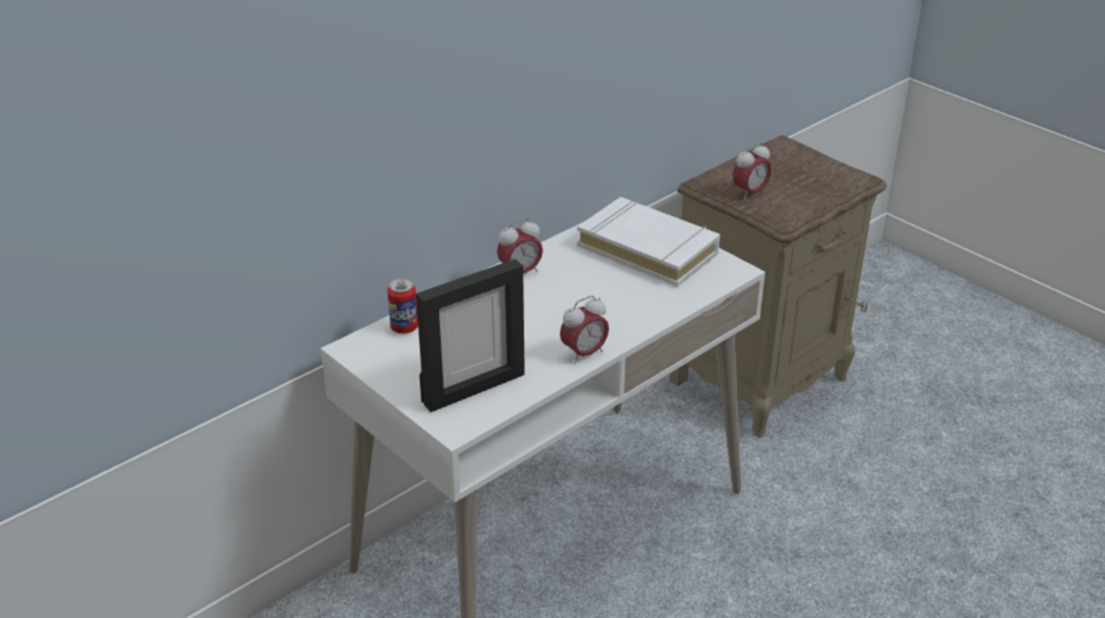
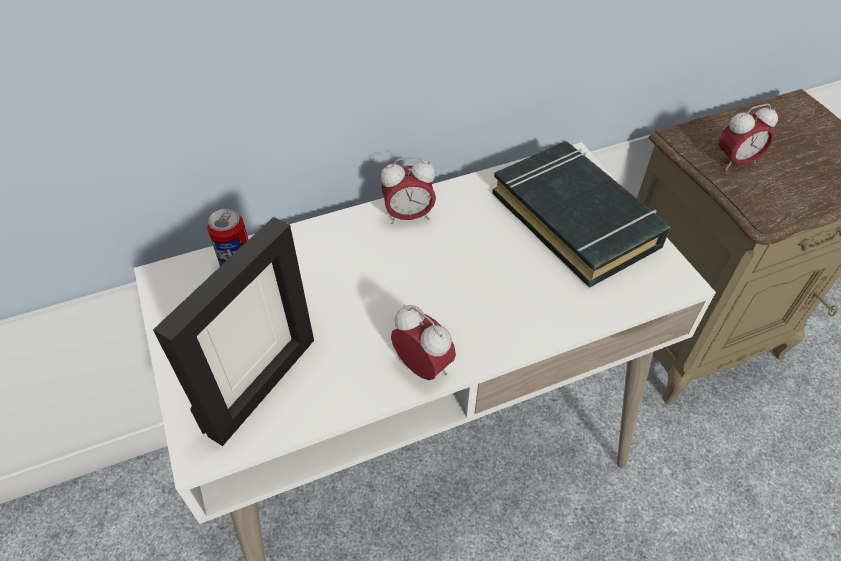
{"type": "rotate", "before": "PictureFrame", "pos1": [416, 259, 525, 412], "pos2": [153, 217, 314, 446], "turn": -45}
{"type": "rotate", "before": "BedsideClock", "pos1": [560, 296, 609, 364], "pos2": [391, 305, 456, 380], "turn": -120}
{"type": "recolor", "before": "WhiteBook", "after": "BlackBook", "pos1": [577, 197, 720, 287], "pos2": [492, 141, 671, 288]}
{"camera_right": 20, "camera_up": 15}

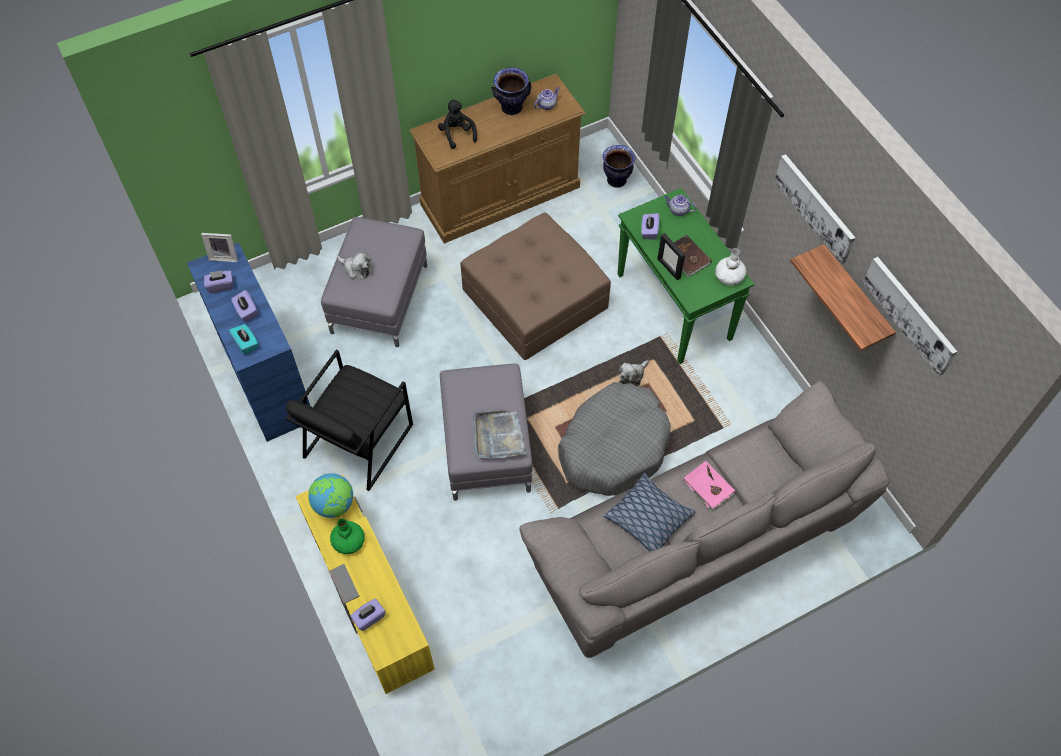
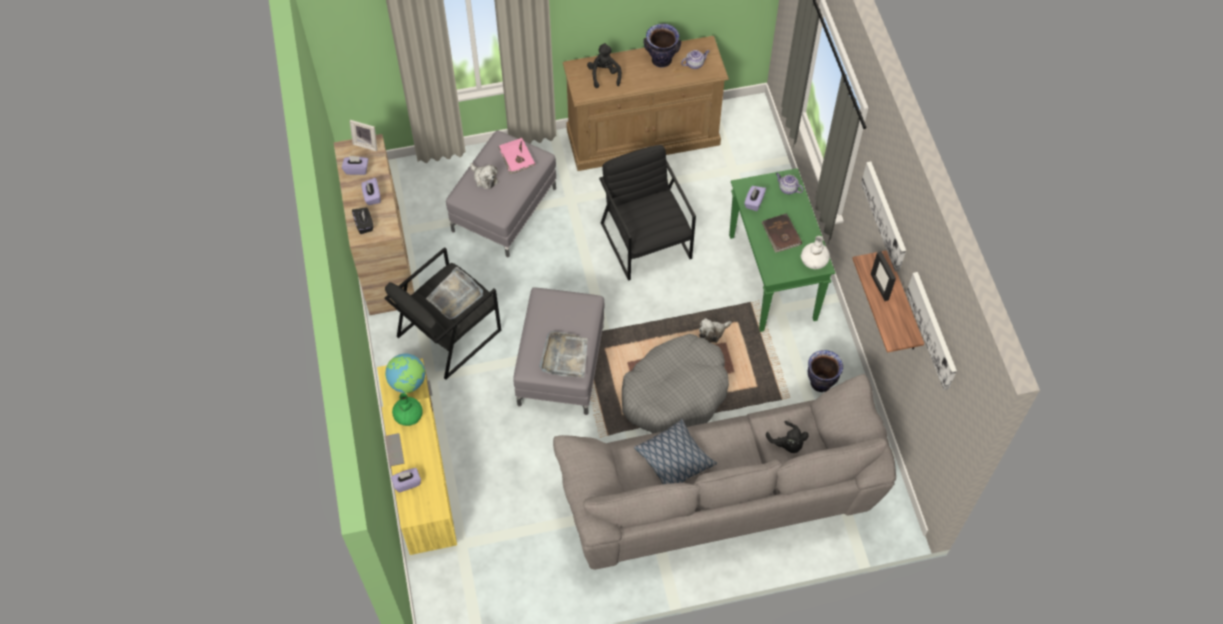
{"type": "recolor", "before": "BluishBookshelf", "after": "BrownColouredBookshelf", "pos1": [187, 242, 310, 442], "pos2": [333, 134, 414, 315]}
{"type": "recolor", "before": "TurquoiseColouredBoxOfTissues", "after": "BlackBoxOfTissues", "pos1": [229, 324, 258, 355], "pos2": [352, 208, 374, 234]}
{"type": "insert", "after": "GrayCarryingTray", "pos2": [426, 267, 483, 319]}
{"type": "move", "before": "PinkishBook", "pos1": [683, 461, 735, 512], "pos2": [498, 138, 535, 174]}
{"type": "replace", "before": "BrownColouredFootrest", "after": "BlackEasyChair", "pos1": [460, 212, 611, 360], "pos2": [599, 145, 696, 281]}
{"type": "insert", "after": "BlackSoftToy", "pos2": [766, 421, 809, 453]}
{"type": "move", "before": "Vase", "pos1": [603, 145, 635, 188], "pos2": [808, 350, 843, 392]}
{"type": "move", "before": "PictureFrame", "pos1": [657, 233, 685, 281], "pos2": [871, 251, 896, 301]}
{"camera_right": 15, "camera_up": 0}

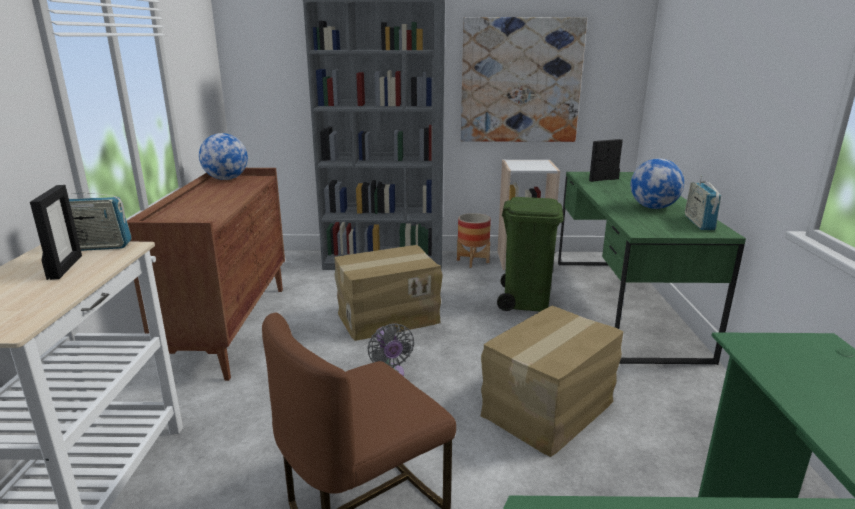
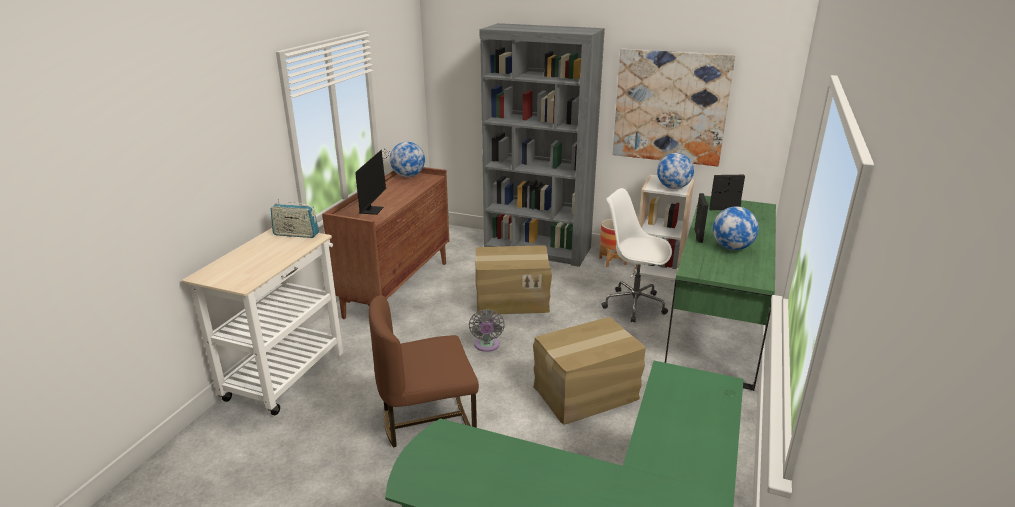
{"type": "insert", "after": "ComputerDisplay", "pos2": [355, 149, 390, 215]}
{"type": "replace", "before": "GreenRubbishBin", "after": "WhiteOfficeChair", "pos1": [497, 197, 564, 311], "pos2": [601, 188, 672, 323]}
{"type": "insert", "after": "WorldGlobe", "pos2": [657, 153, 694, 189]}
{"type": "move", "before": "PictureFrame", "pos1": [30, 185, 82, 280], "pos2": [694, 193, 708, 243]}
{"type": "delete", "before": "RadioReceiver", "pos1": [685, 175, 721, 230]}
{"camera_right": 20, "camera_up": 5}

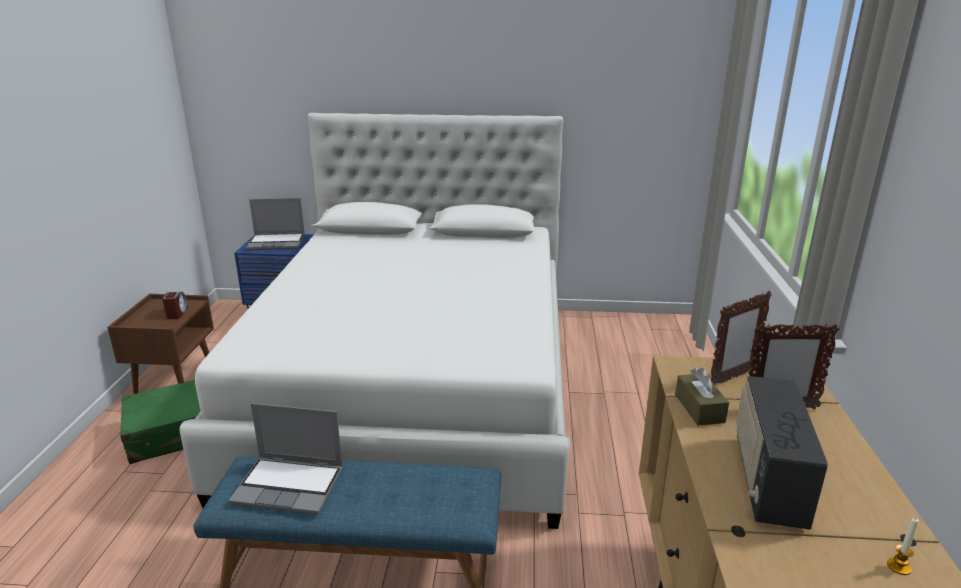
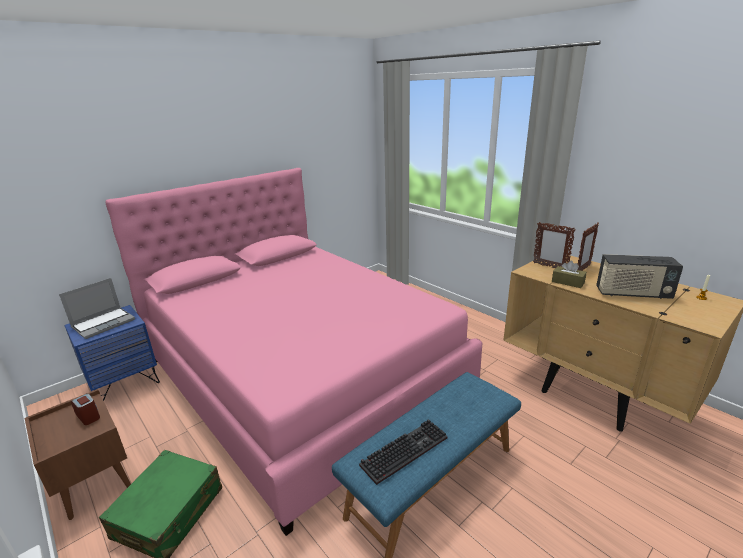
{"type": "recolor", "before": "WhiteBed", "after": "PinkishBed", "pos1": [180, 113, 570, 529], "pos2": [105, 168, 483, 536]}
{"type": "replace", "before": "PortableComputer", "after": "PcKeyboard", "pos1": [228, 403, 343, 515], "pos2": [359, 419, 447, 485]}
{"type": "rotate", "before": "PictureFrame", "pos1": [711, 291, 772, 385], "pos2": [533, 222, 575, 268], "turn": 120}
{"type": "rotate", "before": "RadioReceiver", "pos1": [736, 376, 828, 530], "pos2": [596, 254, 683, 299], "turn": -45}
{"camera_right": -45, "camera_up": 0}

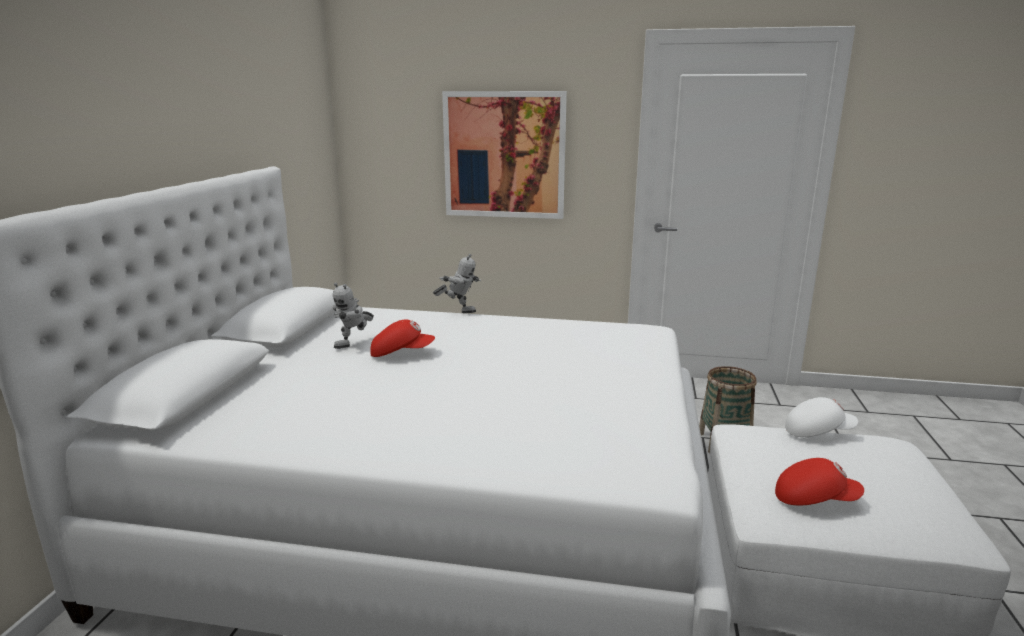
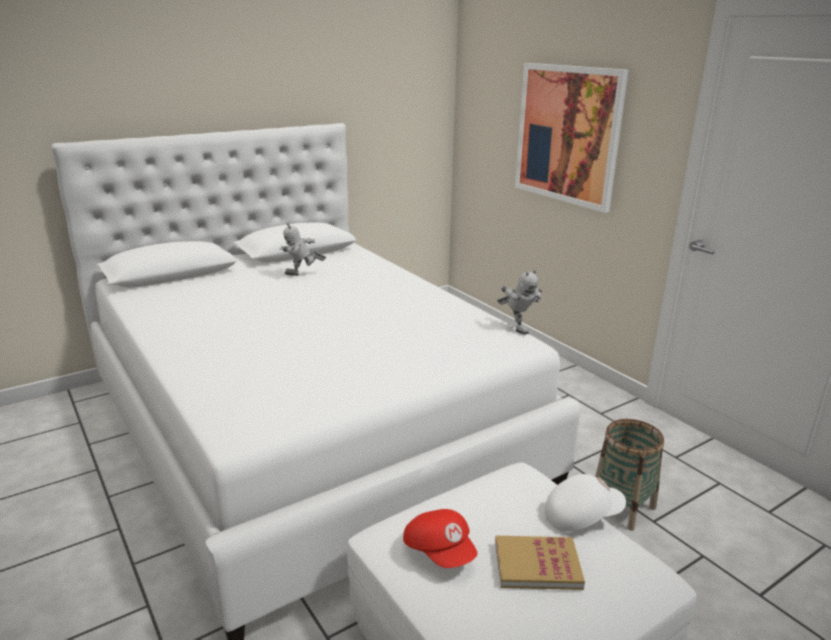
{"type": "insert", "after": "Book", "pos2": [495, 536, 585, 590]}
{"type": "move", "before": "ModelRobot", "pos1": [433, 254, 481, 313], "pos2": [497, 269, 542, 334]}
{"type": "rotate", "before": "WhiteCap", "pos1": [785, 397, 858, 437], "pos2": [545, 474, 626, 531], "turn": -60}
{"type": "delete", "before": "RedColouredCap", "pos1": [370, 319, 435, 357]}
{"camera_right": 45, "camera_up": 5}

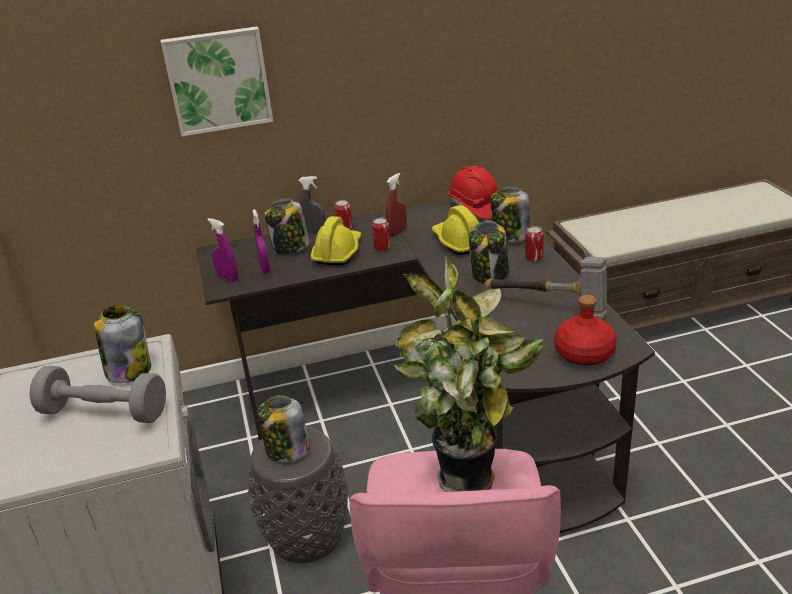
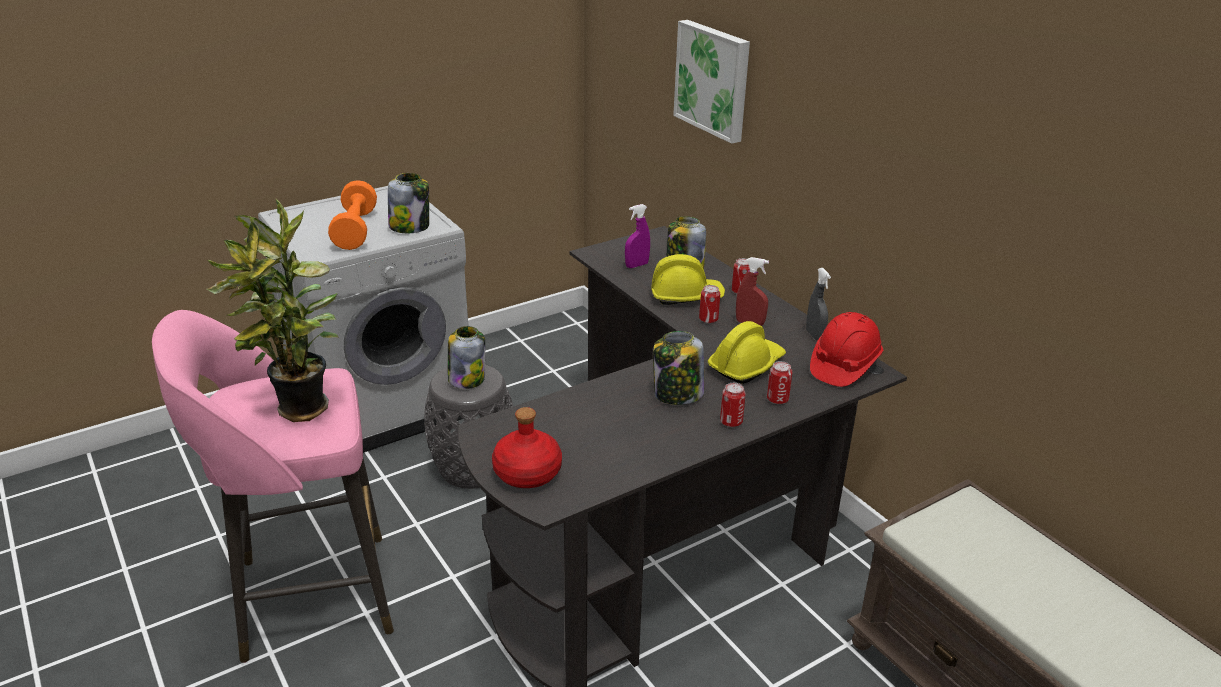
{"type": "recolor", "before": "GrayHandWeight", "after": "OrangeyHandWeight", "pos1": [29, 366, 166, 423], "pos2": [328, 180, 377, 250]}
{"type": "replace", "before": "Jar", "after": "MetalCan", "pos1": [491, 186, 530, 243], "pos2": [767, 361, 792, 404]}
{"type": "move", "before": "GraySprayer", "pos1": [299, 176, 326, 233], "pos2": [806, 268, 831, 341]}
{"type": "delete", "before": "PurpleSprayer", "pos1": [207, 218, 238, 282]}
{"type": "delete", "before": "Hammer", "pos1": [485, 257, 607, 319]}
{"camera_right": 70, "camera_up": 0}

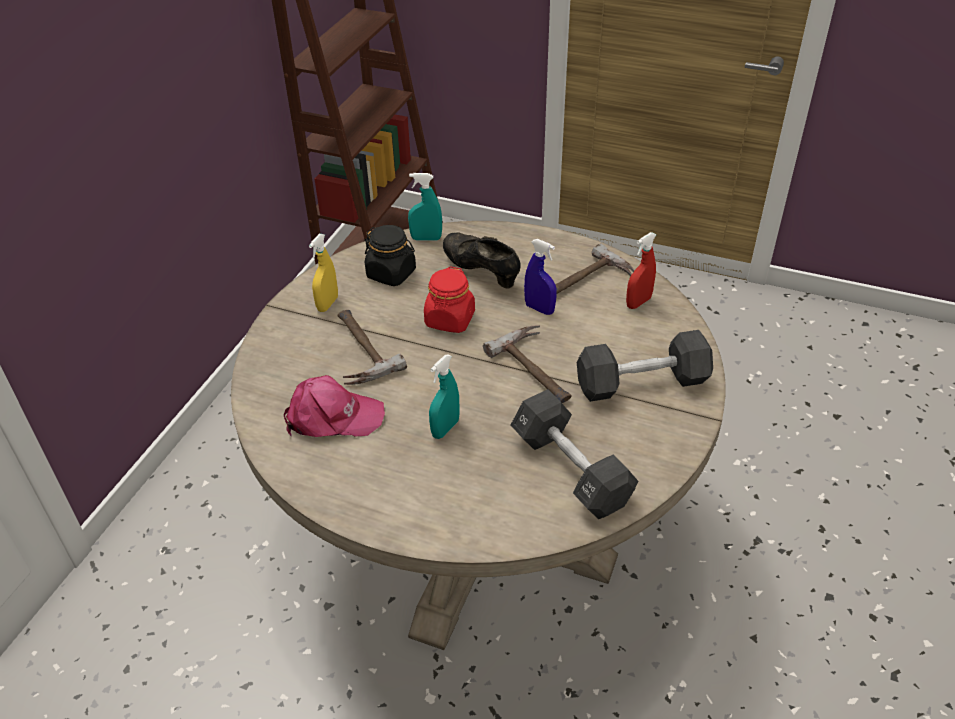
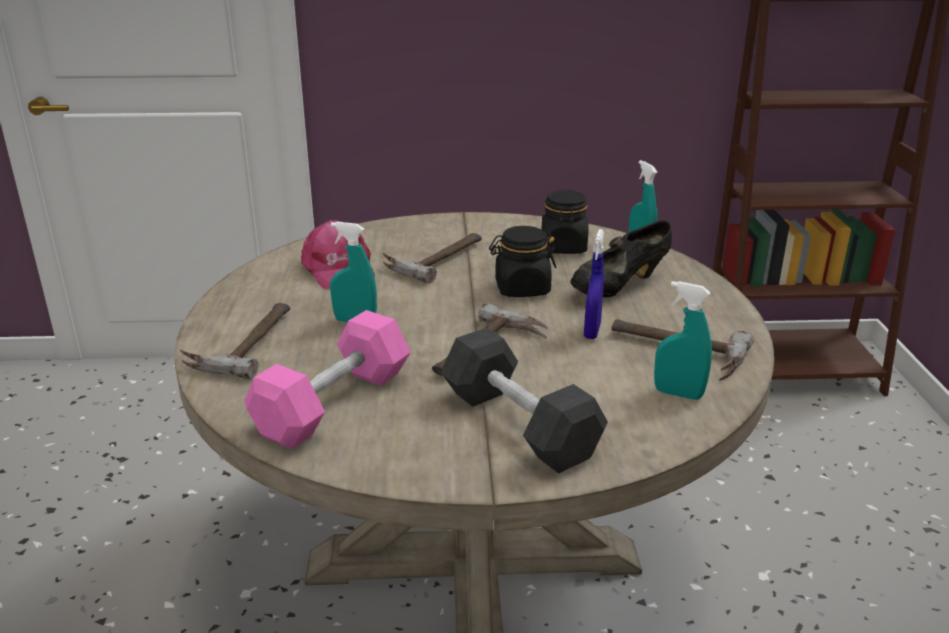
{"type": "insert", "after": "Hammer", "pos2": [180, 303, 290, 380]}
{"type": "recolor", "before": "BlackHandWeight", "after": "PinkishHandWeight", "pos1": [511, 389, 638, 519], "pos2": [244, 310, 411, 449]}
{"type": "recolor", "before": "RedColouredJar", "after": "BlackJar", "pos1": [424, 266, 475, 333], "pos2": [489, 226, 557, 297]}
{"type": "rotate", "before": "BlackItemOfFootwear", "pos1": [443, 232, 521, 289], "pos2": [571, 221, 672, 297], "turn": -150}
{"type": "recolor", "before": "RedColouredSprayer", "after": "TurquoiseColouredSprayer", "pos1": [626, 232, 656, 309], "pos2": [654, 281, 712, 400]}
{"type": "delete", "before": "YellowishSprayer", "pos1": [309, 234, 338, 312]}
{"camera_right": 65, "camera_up": -15}

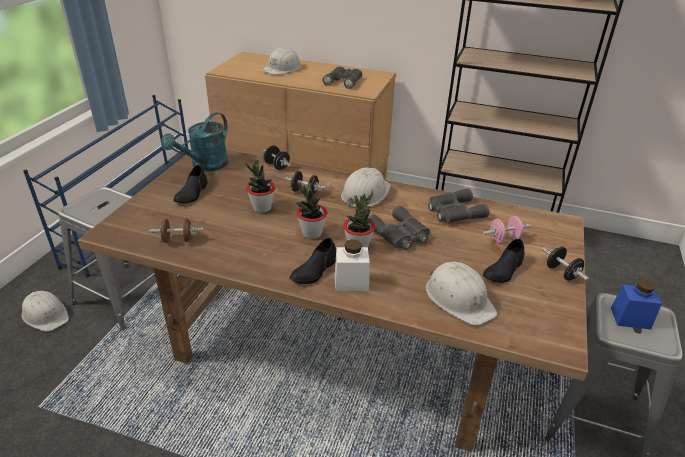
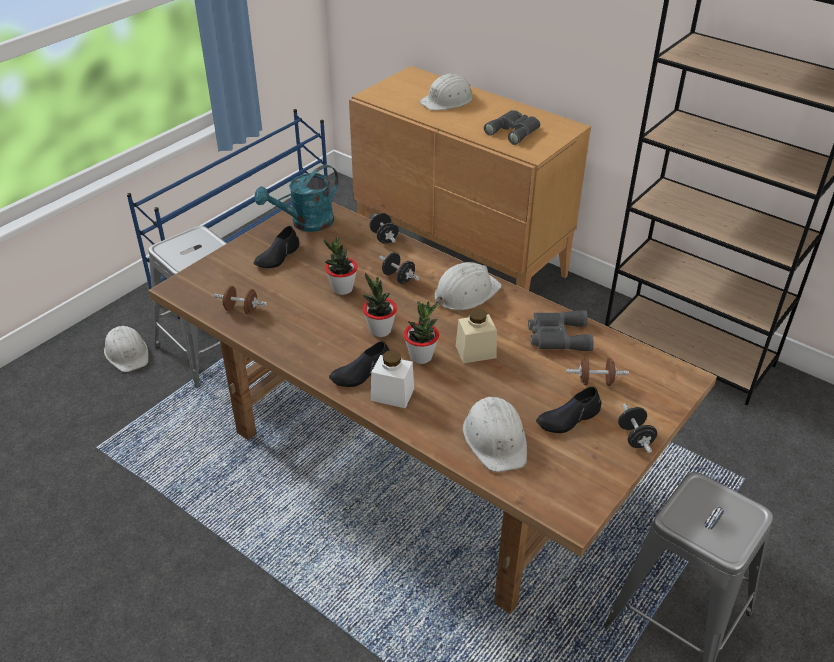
{"type": "replace", "before": "GrayBinoculars", "after": "BeigeJar", "pos1": [368, 205, 430, 250], "pos2": [456, 309, 497, 364]}
{"type": "recolor", "before": "PinkishHandWeight", "after": "BrownColouredHandWeight", "pos1": [483, 216, 530, 242], "pos2": [567, 357, 629, 386]}
{"type": "delete", "before": "BluishJar", "pos1": [611, 279, 662, 329]}
{"camera_right": 20, "camera_up": 5}

